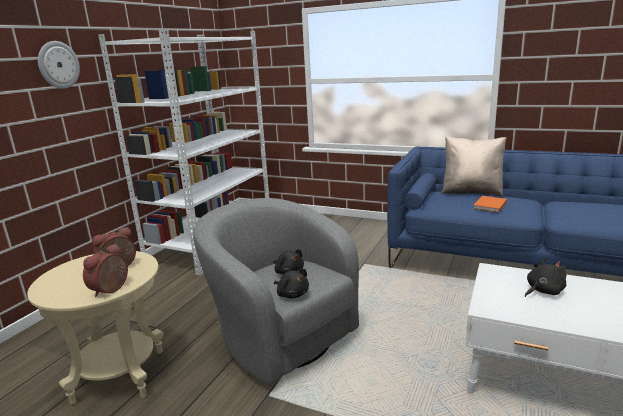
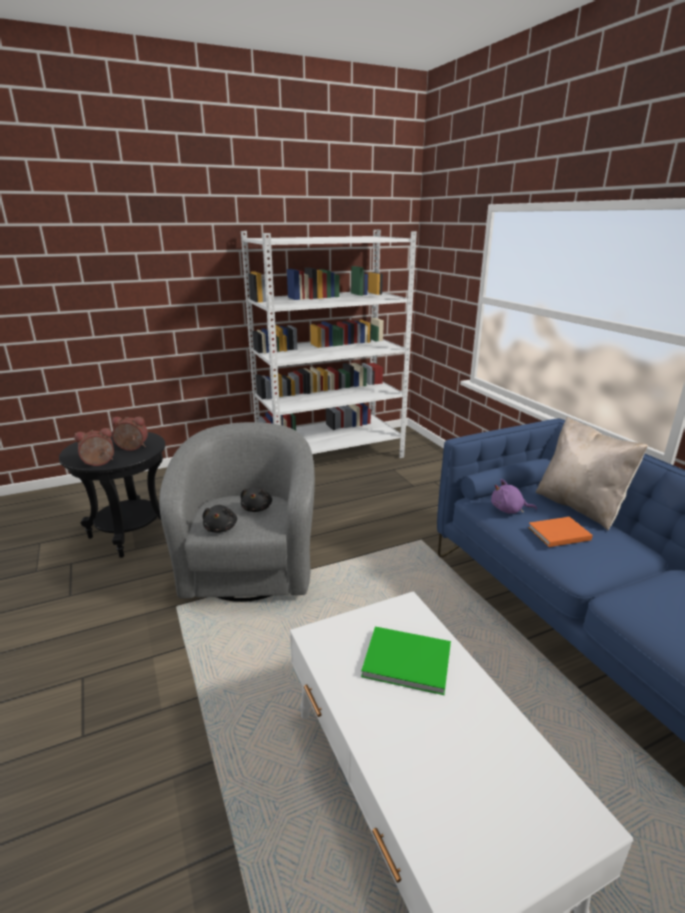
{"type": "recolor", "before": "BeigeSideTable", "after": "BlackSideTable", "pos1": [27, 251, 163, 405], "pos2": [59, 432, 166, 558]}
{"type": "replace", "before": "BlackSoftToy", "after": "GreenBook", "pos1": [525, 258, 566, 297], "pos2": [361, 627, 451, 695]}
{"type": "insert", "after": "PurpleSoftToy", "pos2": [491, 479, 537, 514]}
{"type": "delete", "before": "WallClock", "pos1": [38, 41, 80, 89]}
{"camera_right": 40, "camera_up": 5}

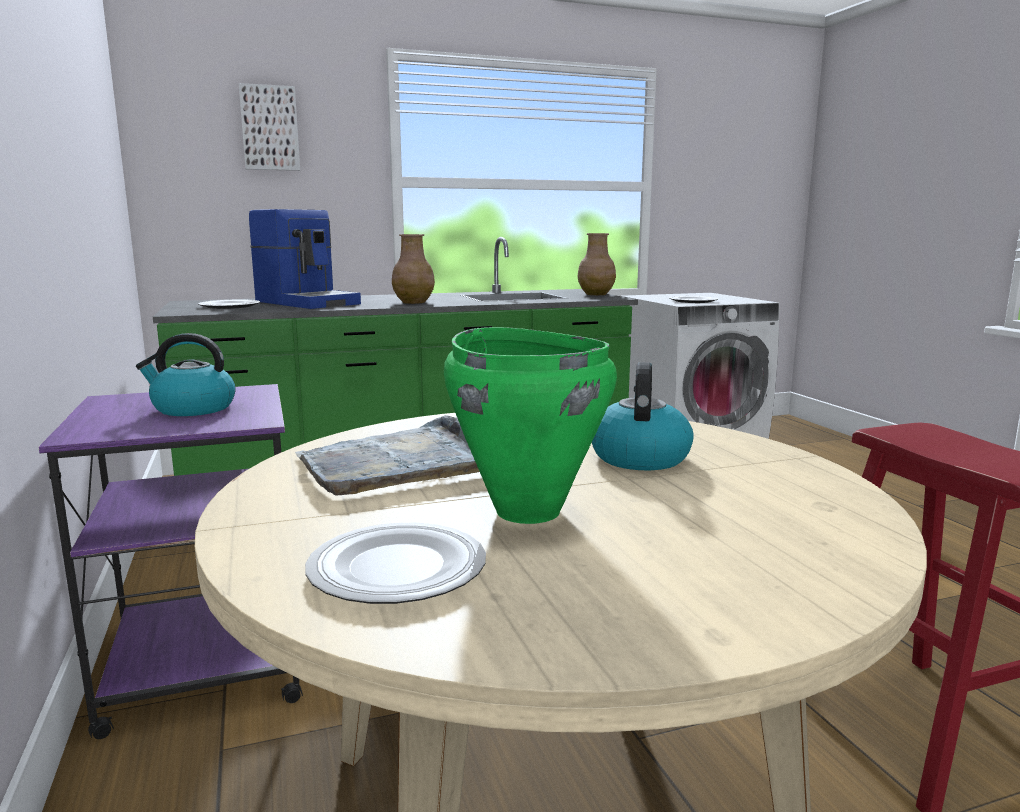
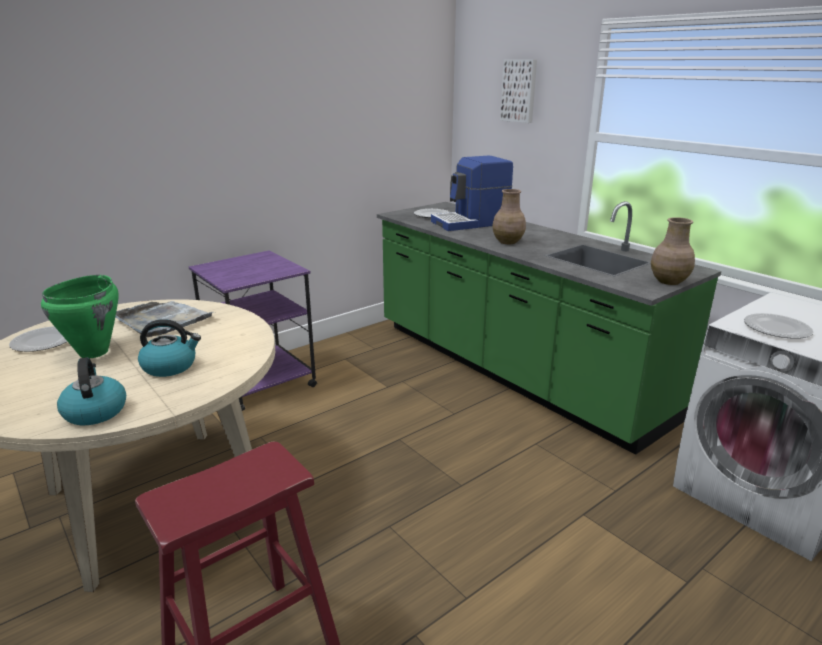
{"type": "move", "before": "TeaKettle", "pos1": [136, 333, 236, 416], "pos2": [57, 357, 126, 425]}
{"type": "rotate", "before": "CoffeeMaker", "pos1": [249, 209, 361, 309], "pos2": [431, 156, 513, 231], "turn": 45}
{"camera_right": 70, "camera_up": 10}

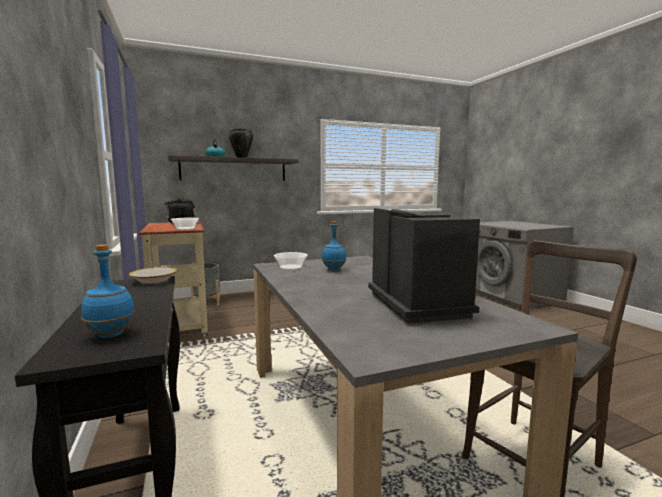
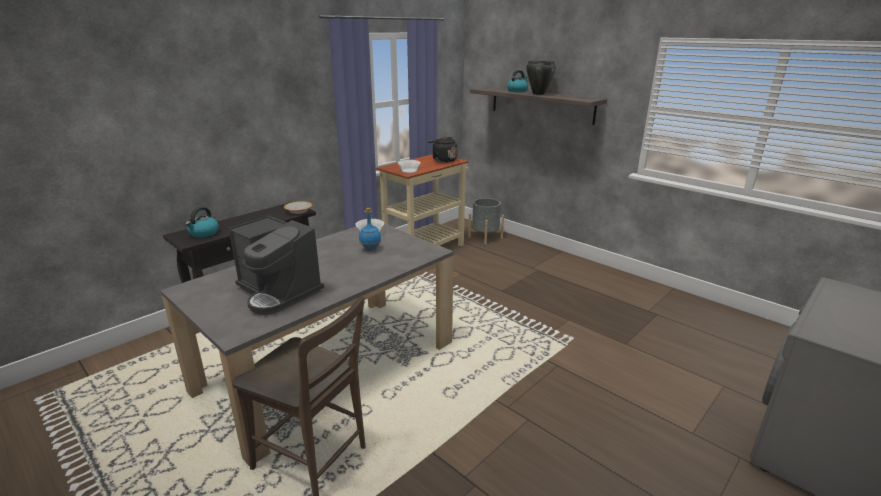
{"type": "replace", "before": "BluishBeverageBottle", "after": "TeaKettle", "pos1": [81, 245, 135, 338], "pos2": [185, 207, 219, 237]}
{"type": "rotate", "before": "CoffeeMaker", "pos1": [368, 208, 480, 324], "pos2": [229, 216, 324, 315], "turn": 75}
{"camera_right": 65, "camera_up": 15}

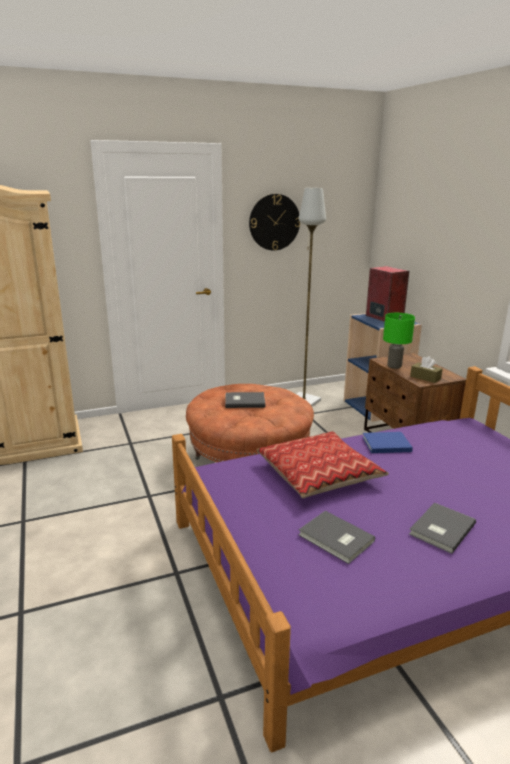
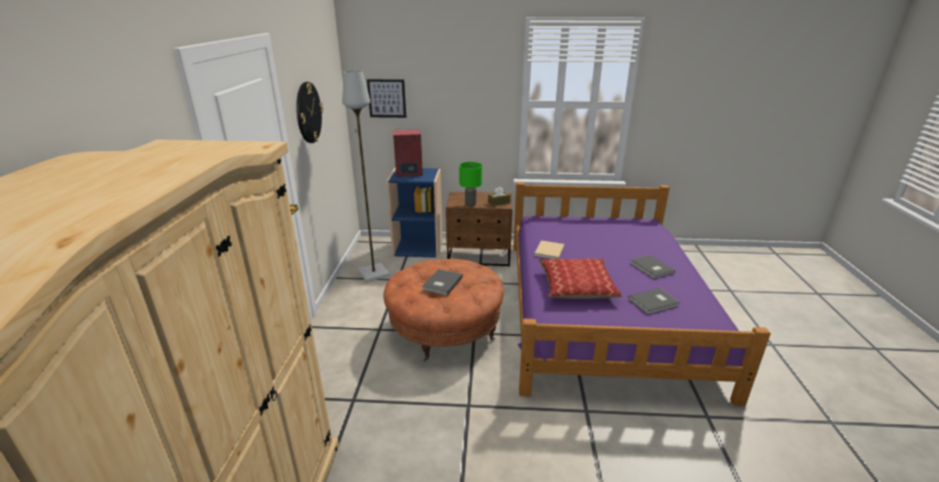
{"type": "insert", "after": "WallPicture", "pos2": [367, 79, 406, 118]}
{"type": "recolor", "before": "BluishBook", "after": "BeigeBook", "pos1": [363, 432, 413, 453], "pos2": [534, 240, 564, 259]}
{"camera_right": -65, "camera_up": 5}

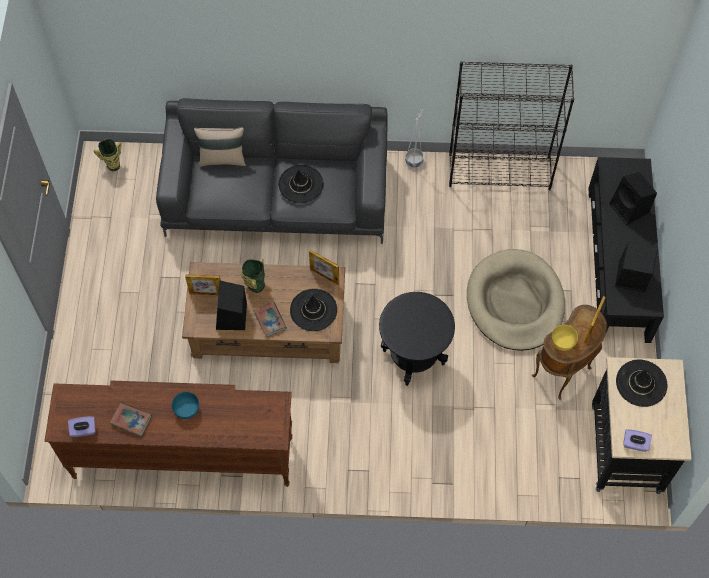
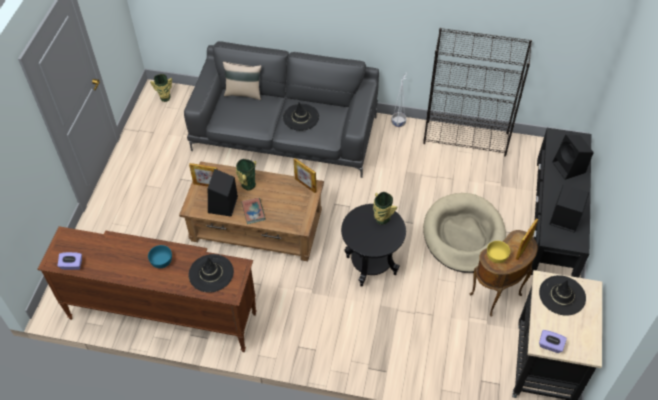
{"type": "move", "before": "BlackHat", "pos1": [290, 289, 337, 331], "pos2": [189, 254, 234, 293]}
{"type": "insert", "after": "Vase", "pos2": [373, 192, 397, 225]}
{"type": "delete", "before": "Book", "pos1": [110, 403, 152, 437]}
{"camera_right": 10, "camera_up": -10}

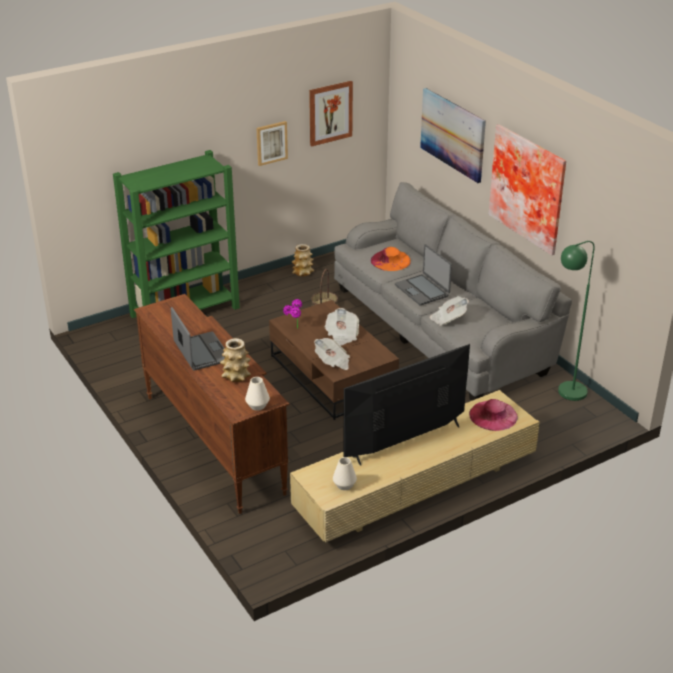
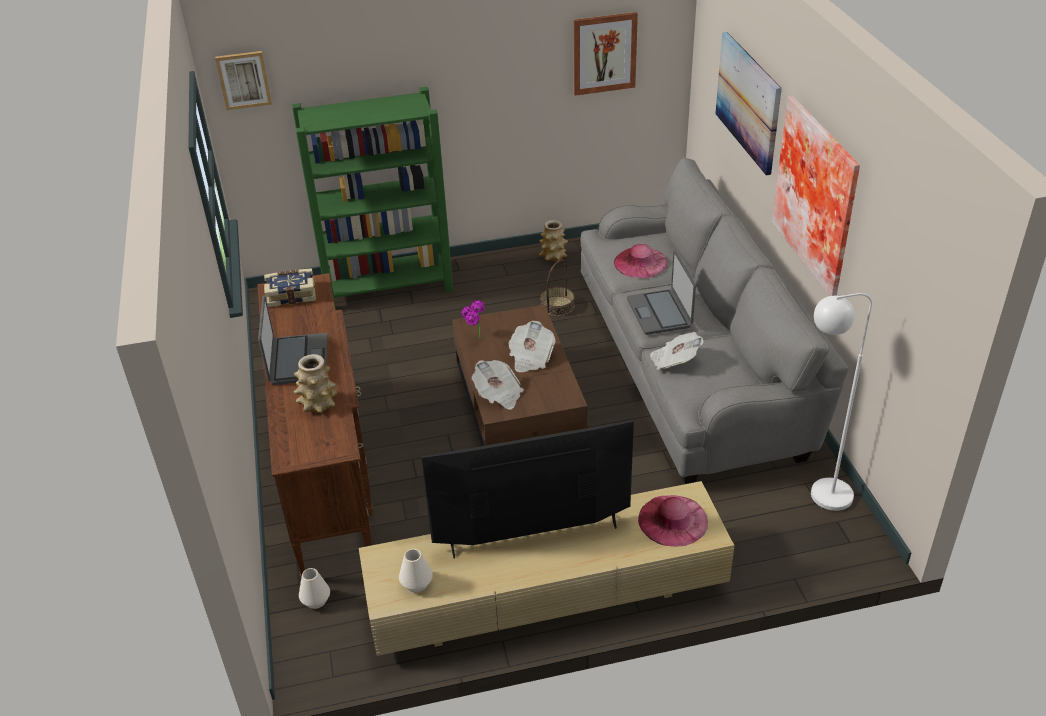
{"type": "move", "before": "WallPicture", "pos1": [256, 121, 288, 166], "pos2": [215, 51, 272, 110]}
{"type": "insert", "after": "Book", "pos2": [264, 268, 316, 307]}
{"type": "move", "before": "WhiteVase", "pos1": [245, 377, 270, 411], "pos2": [299, 568, 330, 609]}
{"type": "recolor", "before": "OrangeyHat", "after": "PinkishHat", "pos1": [371, 247, 411, 271], "pos2": [614, 244, 668, 278]}
{"type": "recolor", "before": "GreenFloorLamp", "after": "WhiteFloorLamp", "pos1": [558, 241, 595, 401], "pos2": [811, 293, 872, 511]}
{"camera_right": 20, "camera_up": 5}

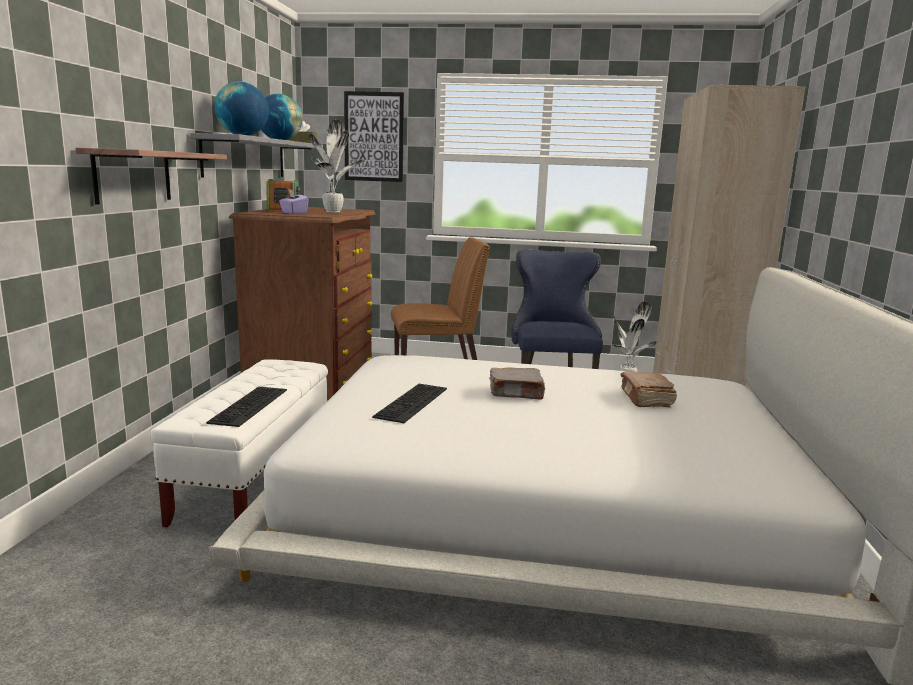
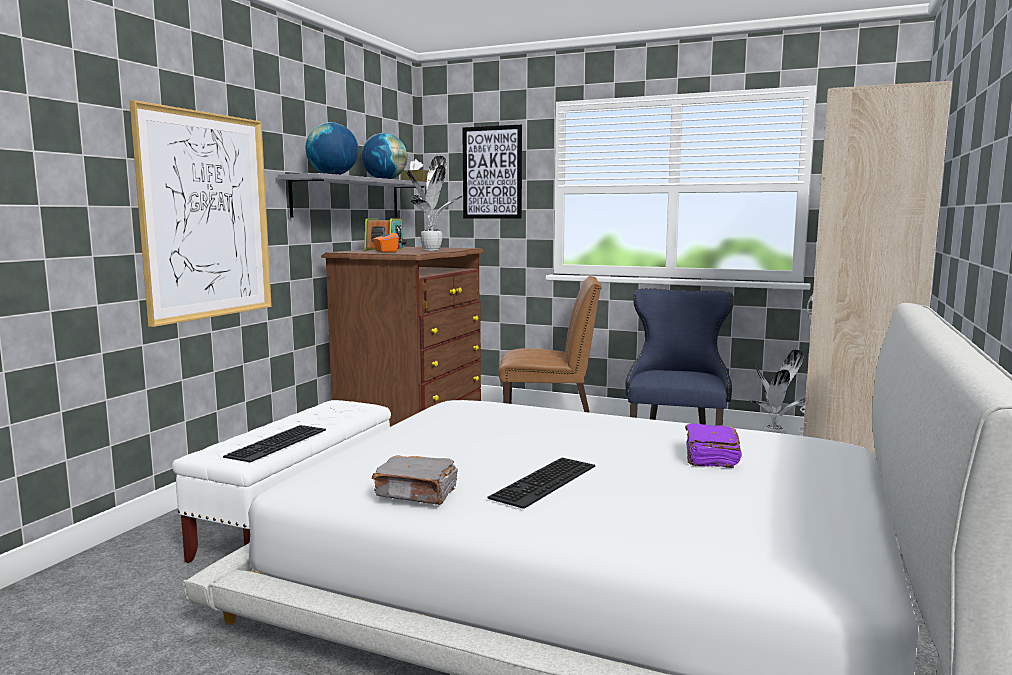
{"type": "replace", "before": "Shelf", "after": "WallPicture", "pos1": [75, 148, 227, 204], "pos2": [130, 100, 272, 327]}
{"type": "move", "before": "GrayBook", "pos1": [489, 367, 546, 399], "pos2": [372, 456, 458, 505]}
{"type": "recolor", "before": "PurpleBoxOfTissues", "after": "OrangeyBoxOfTissues", "pos1": [279, 189, 309, 214], "pos2": [373, 228, 399, 253]}
{"type": "move", "before": "PcKeyboard", "pos1": [372, 384, 447, 423], "pos2": [488, 458, 595, 509]}
{"type": "recolor", "before": "BrownColouredBook", "after": "PurpleBook", "pos1": [621, 371, 677, 407], "pos2": [685, 423, 742, 468]}
{"camera_right": 15, "camera_up": -5}

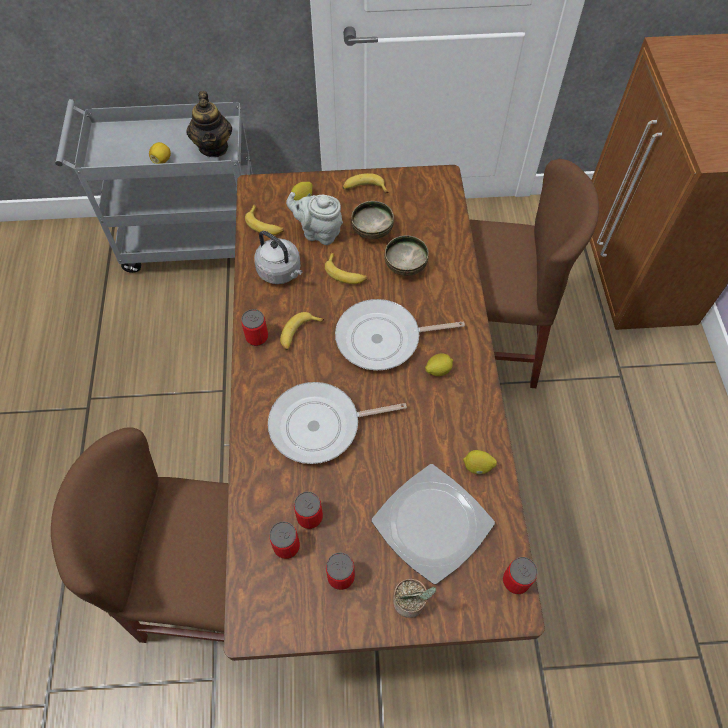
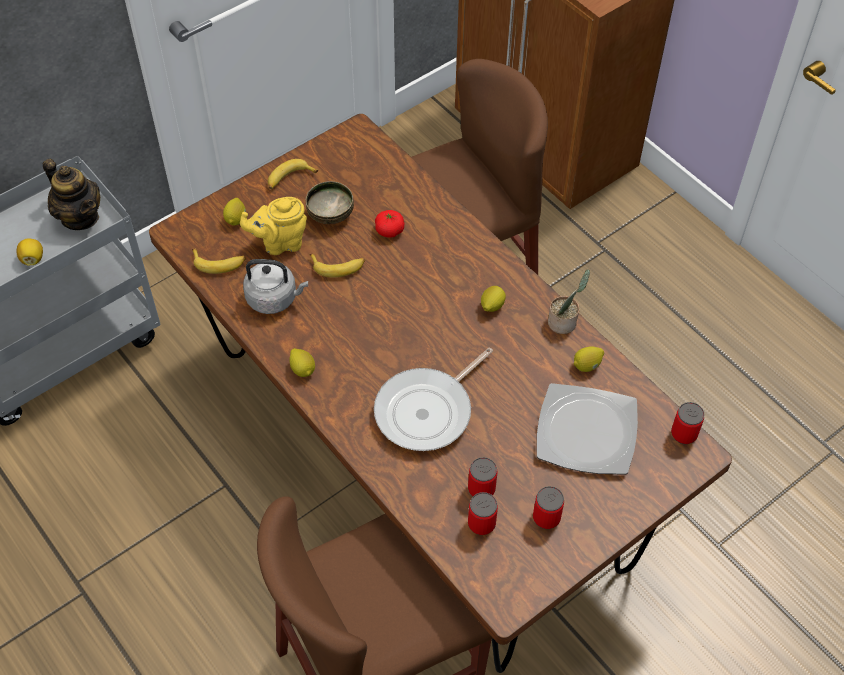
{"type": "recolor", "before": "GrayPotForTea", "after": "YellowishPotForTea", "pos1": [286, 192, 343, 245], "pos2": [240, 197, 307, 255]}
{"type": "replace", "before": "MetalCan", "after": "WholeLemon", "pos1": [241, 309, 268, 346], "pos2": [290, 348, 315, 377]}
{"type": "replace", "before": "ServingBowl", "after": "Tomato", "pos1": [384, 235, 429, 276], "pos2": [375, 210, 404, 238]}
{"type": "move", "before": "PottedPlant", "pos1": [393, 578, 436, 618], "pos2": [548, 269, 590, 334]}
{"type": "delete", "before": "WholeBanana", "pos1": [280, 312, 324, 350]}
{"type": "delete", "before": "Pan", "pos1": [335, 299, 465, 370]}
{"camera_right": -35, "camera_up": -5}

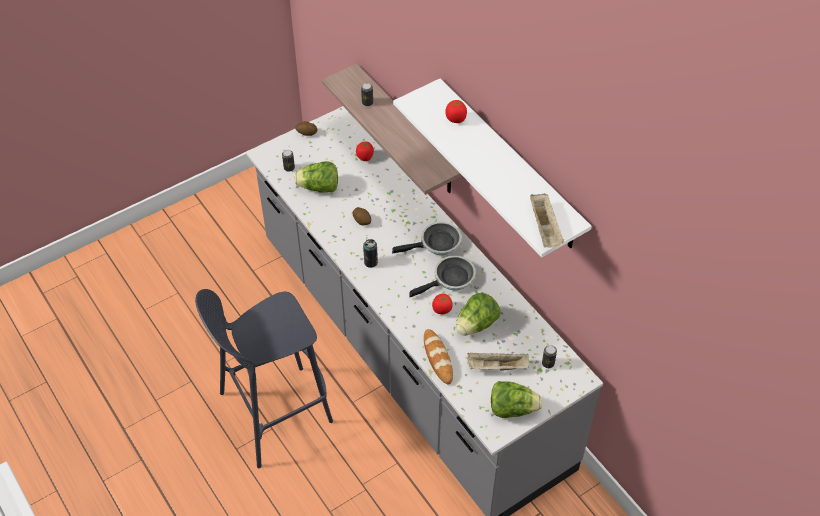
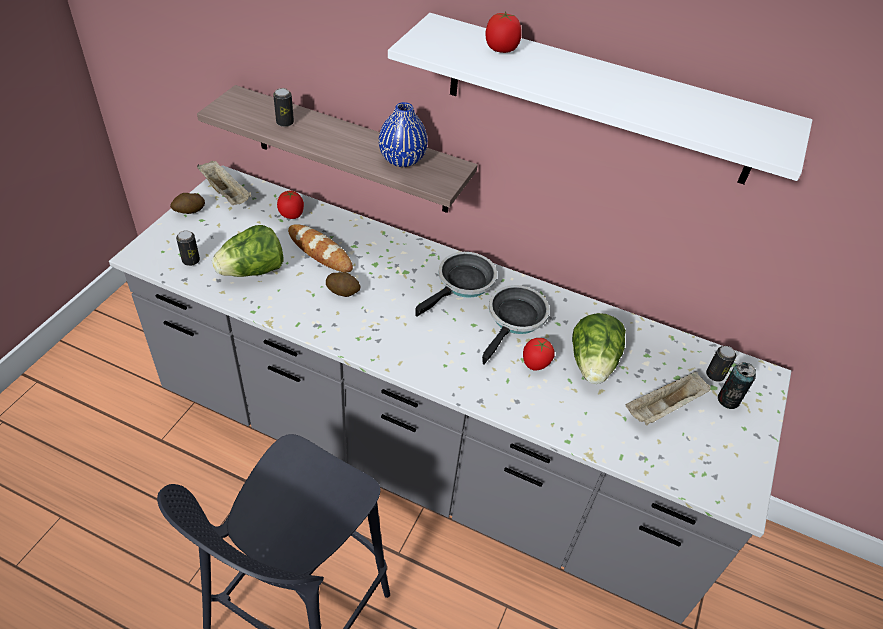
{"type": "move", "before": "BeigeCarryingTray", "pos1": [530, 193, 564, 248], "pos2": [197, 160, 252, 205]}
{"type": "move", "before": "BakedBread", "pos1": [424, 329, 453, 384], "pos2": [288, 224, 353, 272]}
{"type": "insert", "after": "BluishVase", "pos2": [379, 102, 428, 167]}
{"type": "move", "before": "MetalCan", "pos1": [363, 239, 378, 268], "pos2": [718, 362, 756, 409]}
{"type": "delete", "before": "HeadOfLettuce", "pos1": [491, 381, 542, 418]}
{"camera_right": -35, "camera_up": -5}

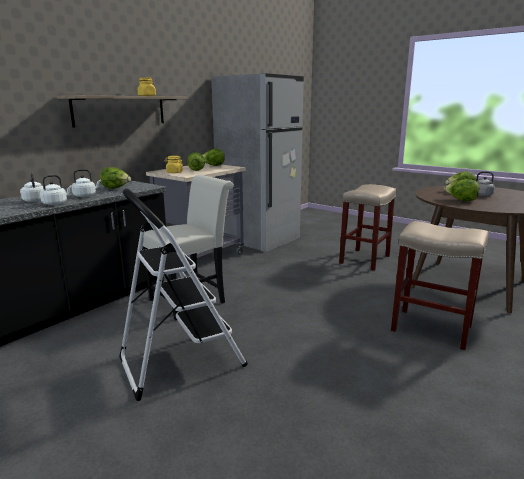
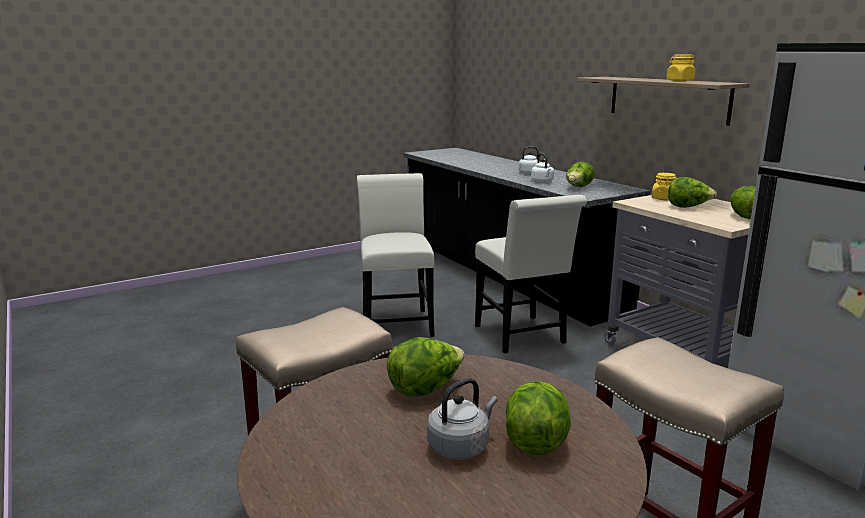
{"type": "replace", "before": "StepStool", "after": "WhiteUprightChair", "pos1": [119, 189, 248, 401], "pos2": [357, 173, 435, 337]}
{"type": "delete", "before": "WhiteTeaKettle", "pos1": [40, 175, 72, 205]}
{"camera_right": 110, "camera_up": 0}

